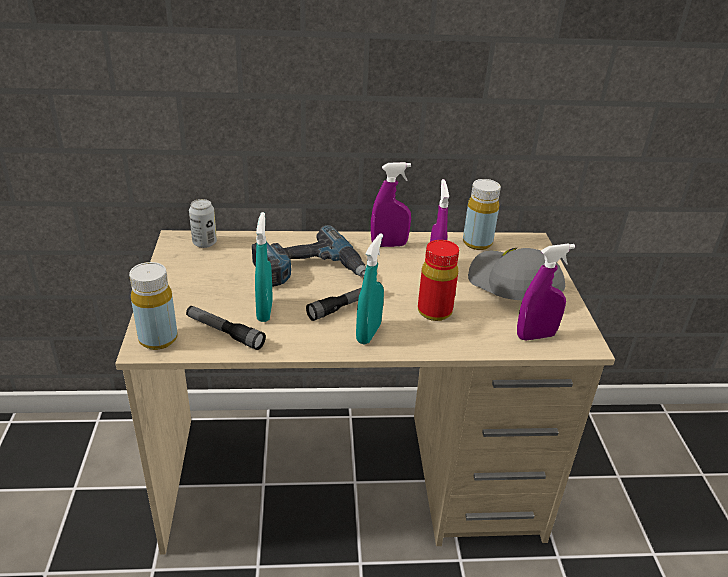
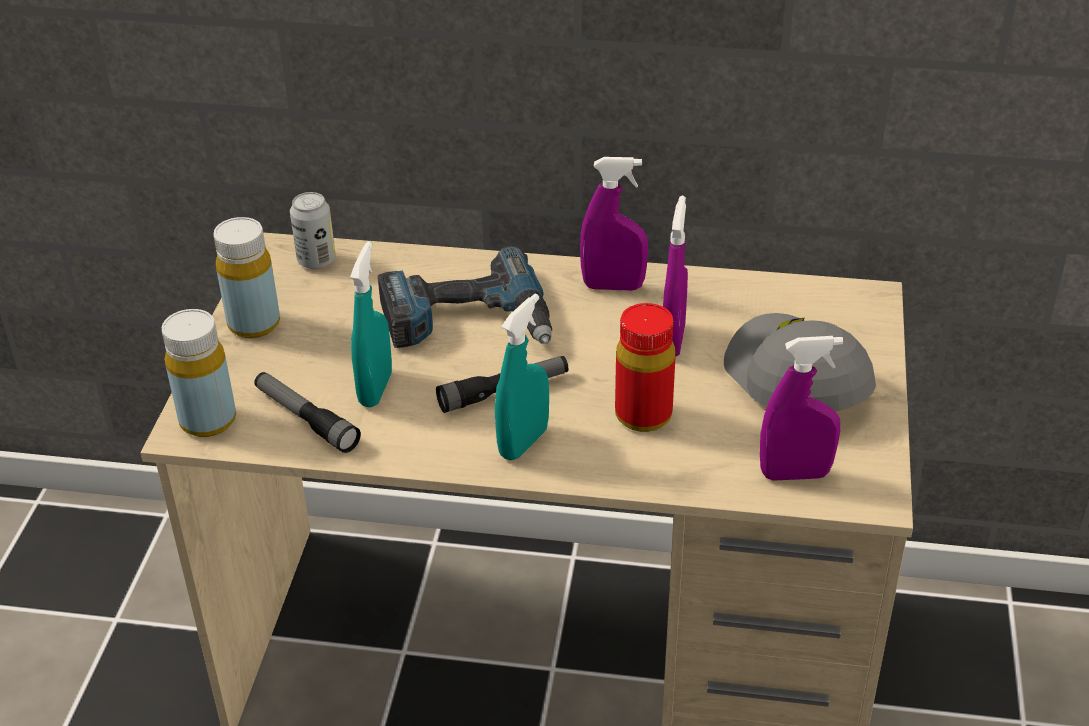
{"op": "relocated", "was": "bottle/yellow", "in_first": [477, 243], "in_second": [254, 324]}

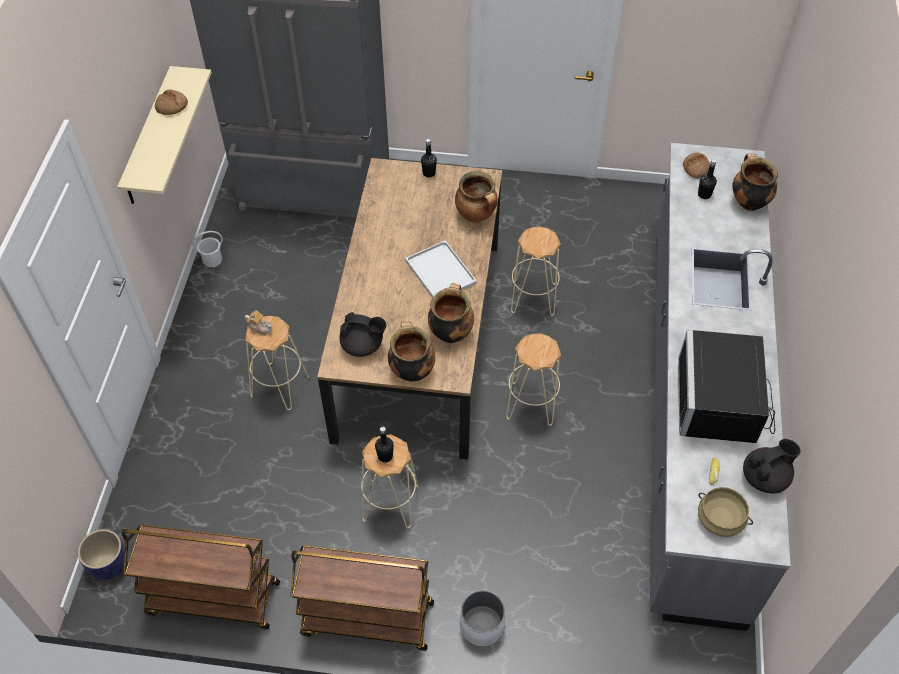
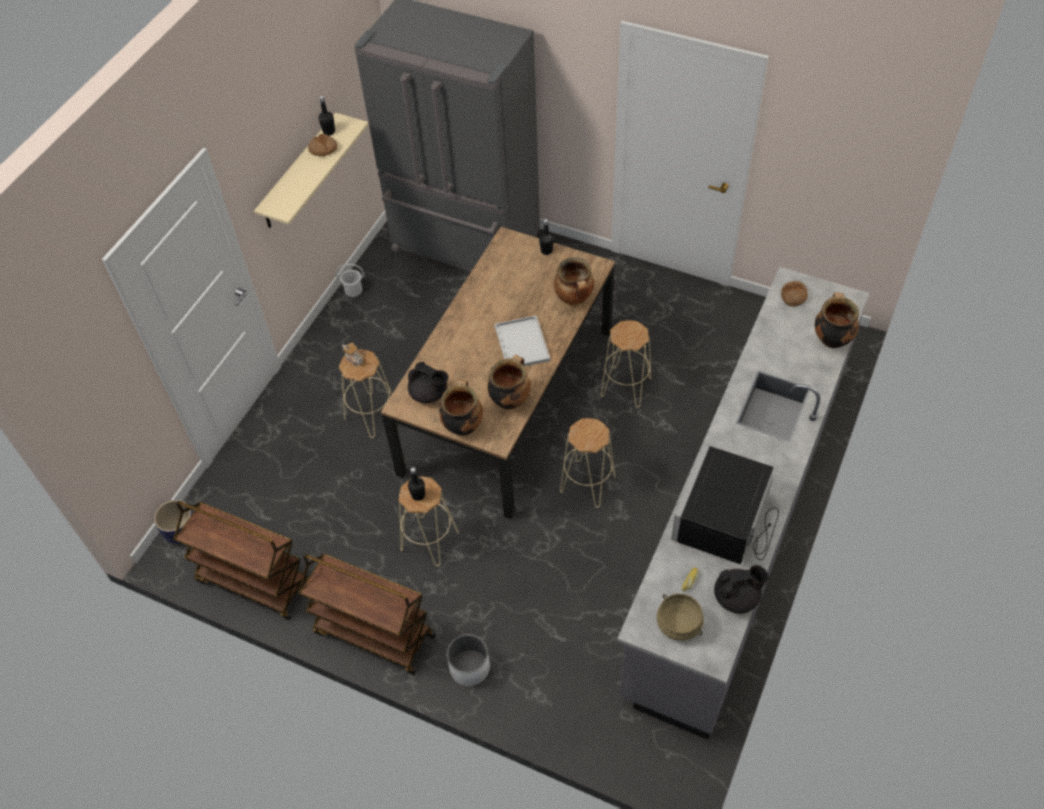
{"op": "relocated", "was": "bottle/black", "in_first": [704, 194], "in_second": [329, 132]}

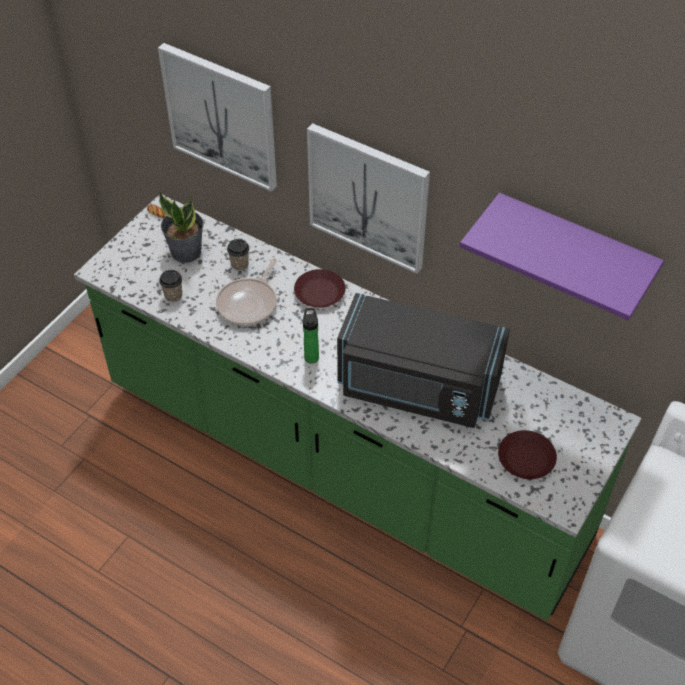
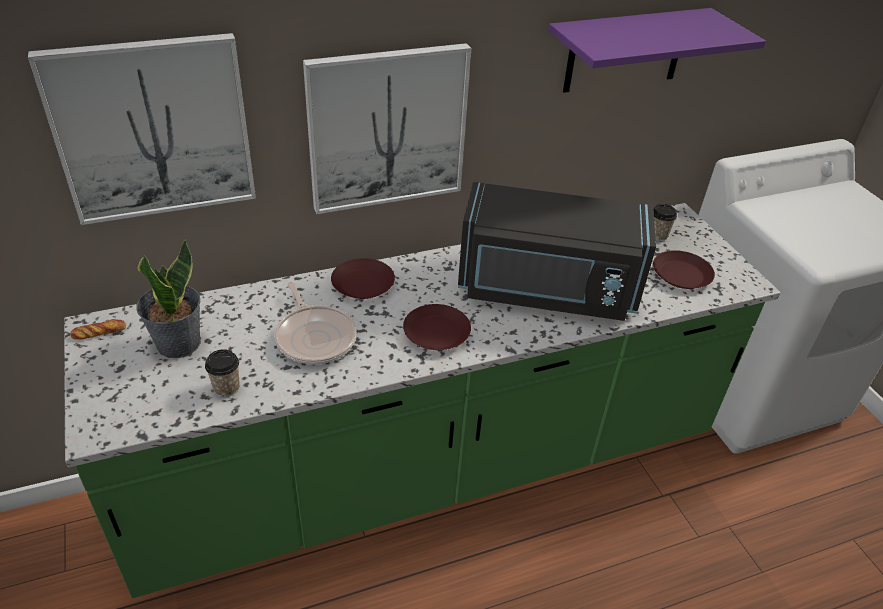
{"op": "relocated", "was": "cup", "in_first": [239, 264], "in_second": [657, 235]}
{"op": "exchanged", "was": "bottle", "now": "plate/brown", "in_first": [311, 356], "in_second": [436, 332]}
{"op": "spun", "was": "microwave/black", "in_first": [417, 388], "in_second": [546, 290], "clockwise": 45}

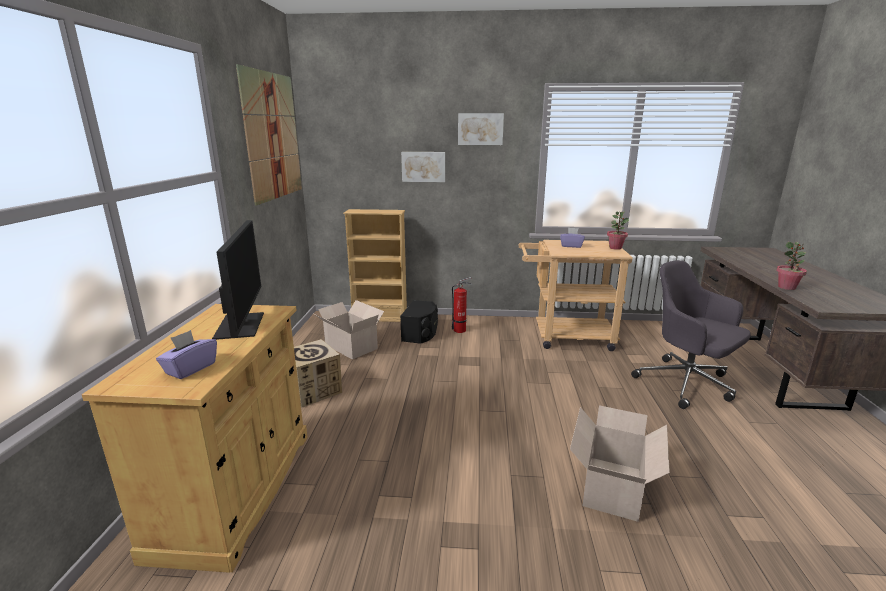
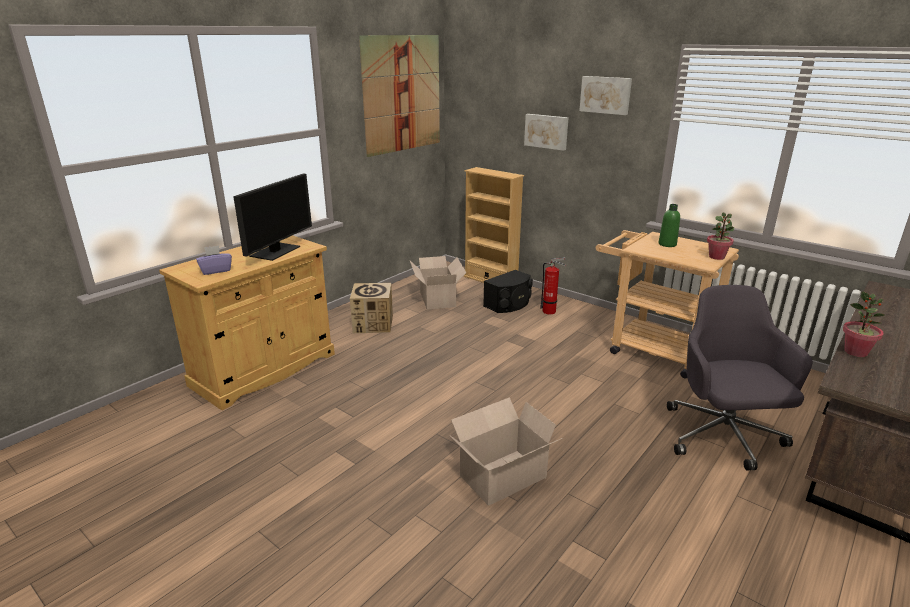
{"op": "exchanged", "was": "tissue box/purple", "now": "bottle/green", "in_first": [571, 246], "in_second": [667, 244]}

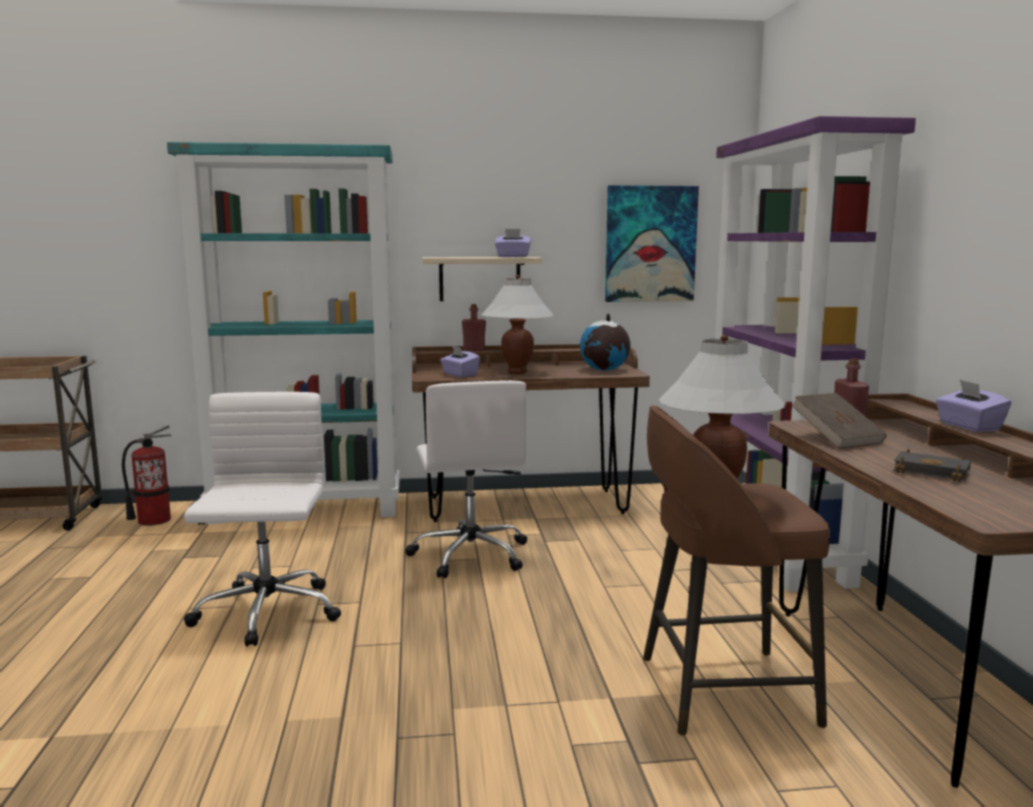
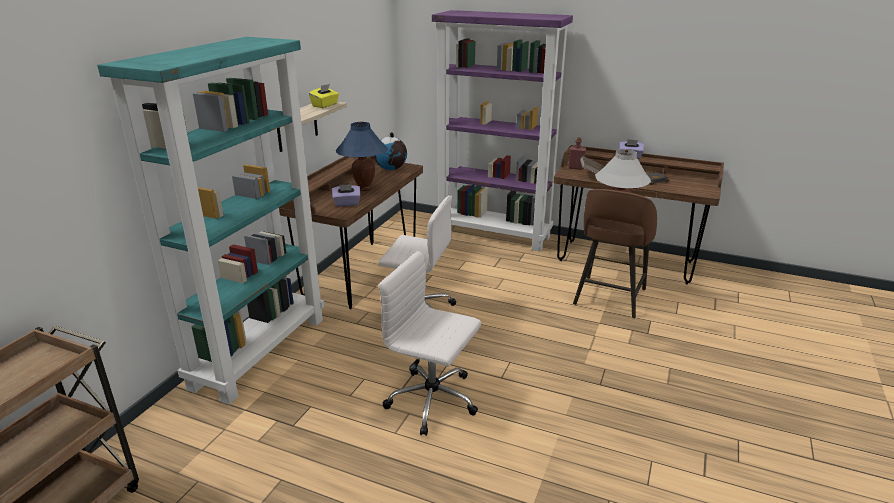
{"op": "missing", "was": "fire extinguisher", "in_first": [154, 520]}
{"op": "missing", "was": "bottle/red", "in_first": [474, 349]}
{"op": "missing", "was": "picture", "in_first": [650, 244]}
{"op": "colour", "was": "table lamp/white", "now": "table lamp/blue", "in_first": [517, 372], "in_second": [364, 188]}
{"op": "colour", "was": "tissue box/purple", "now": "tissue box/yellow", "in_first": [513, 257], "in_second": [325, 105]}

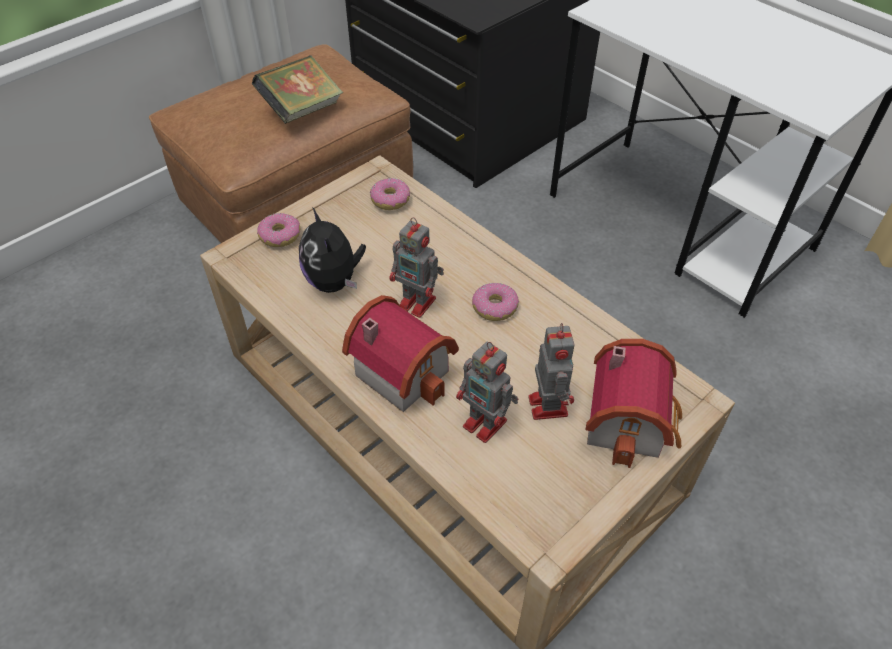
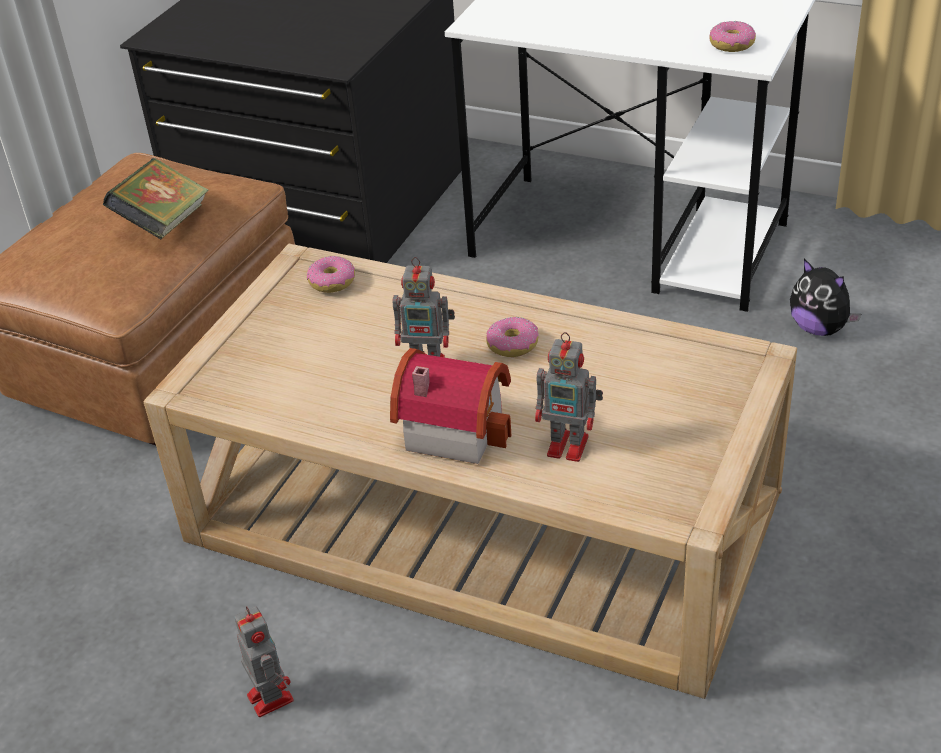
{"op": "missing", "was": "toy house", "in_first": [631, 420]}
{"op": "relocated", "was": "donut", "in_first": [280, 236], "in_second": [732, 45]}
{"op": "relocated", "was": "plush toy", "in_first": [334, 281], "in_second": [819, 328]}
{"op": "relocated", "was": "toy robot", "in_first": [547, 404], "in_second": [269, 696]}

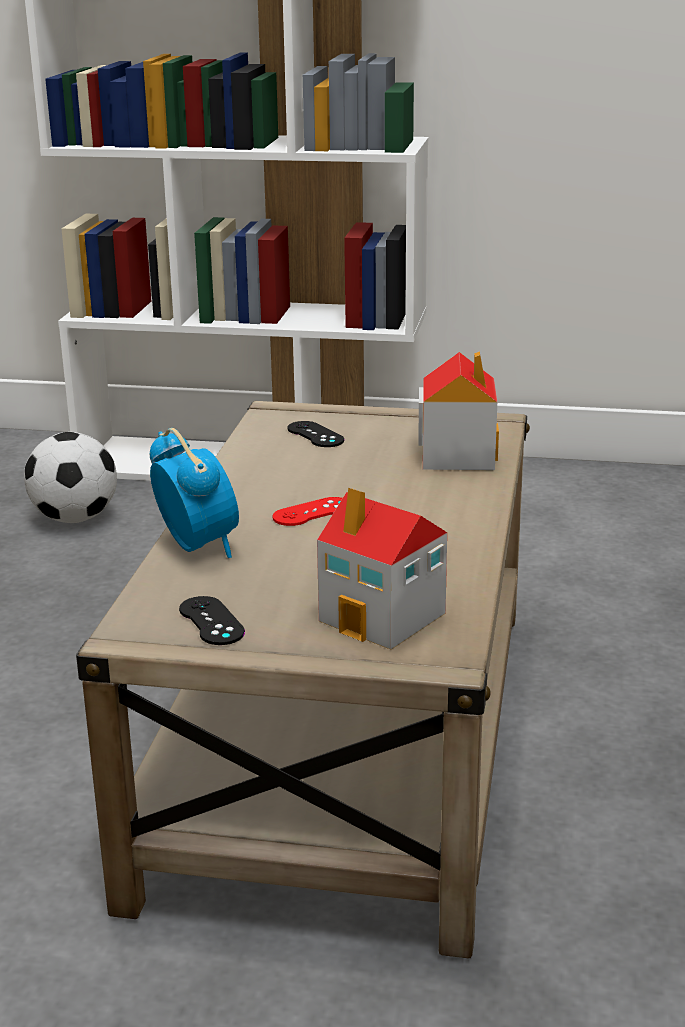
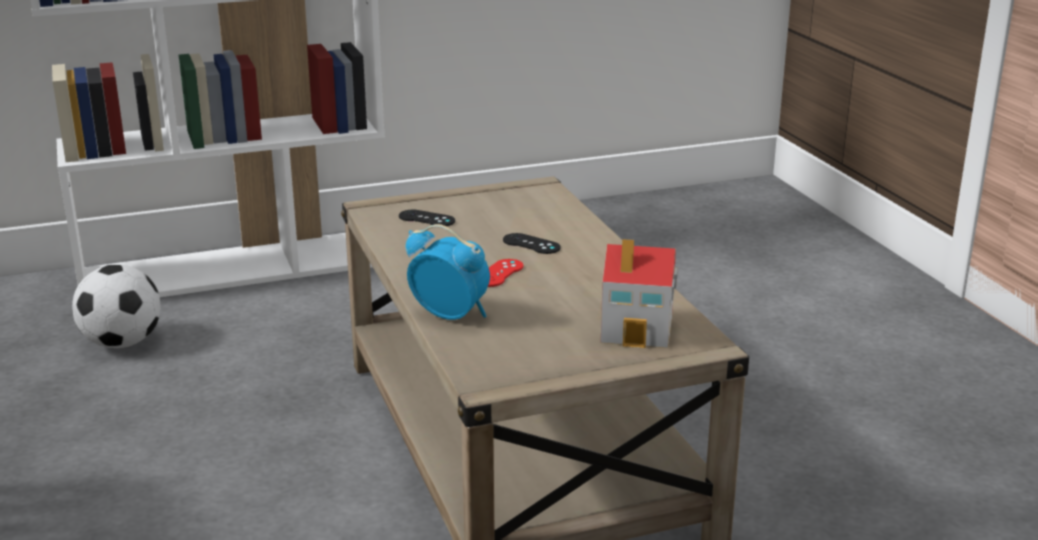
{"op": "missing", "was": "toy house", "in_first": [457, 455]}
{"op": "relocated", "was": "game controller/black", "in_first": [211, 621], "in_second": [531, 244]}

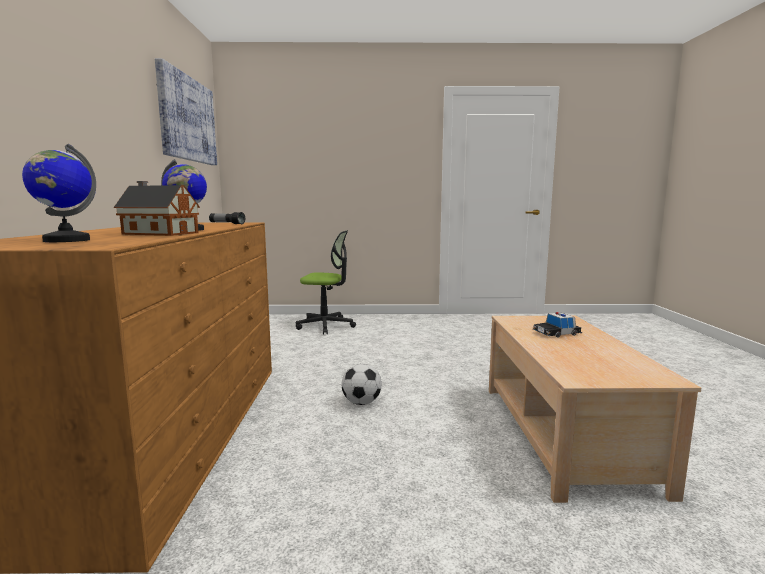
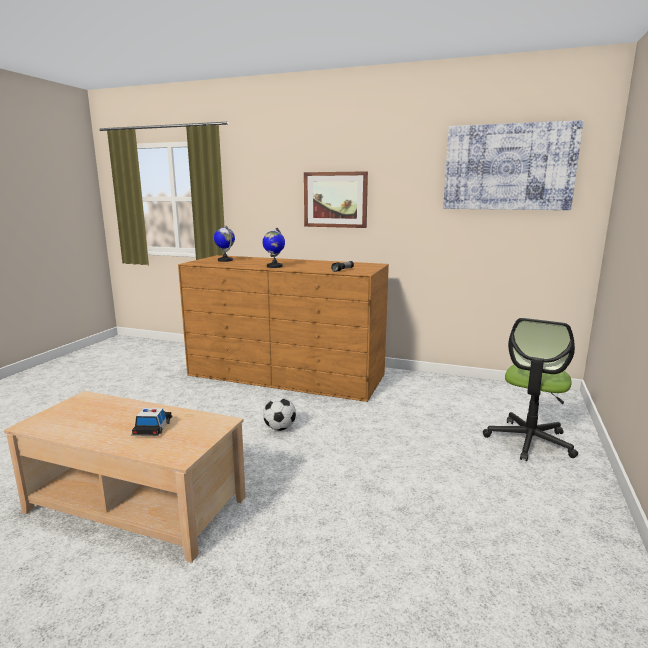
{"op": "missing", "was": "toy house", "in_first": [159, 233]}
{"op": "appeared", "now": "picture", "in_second": [335, 199]}

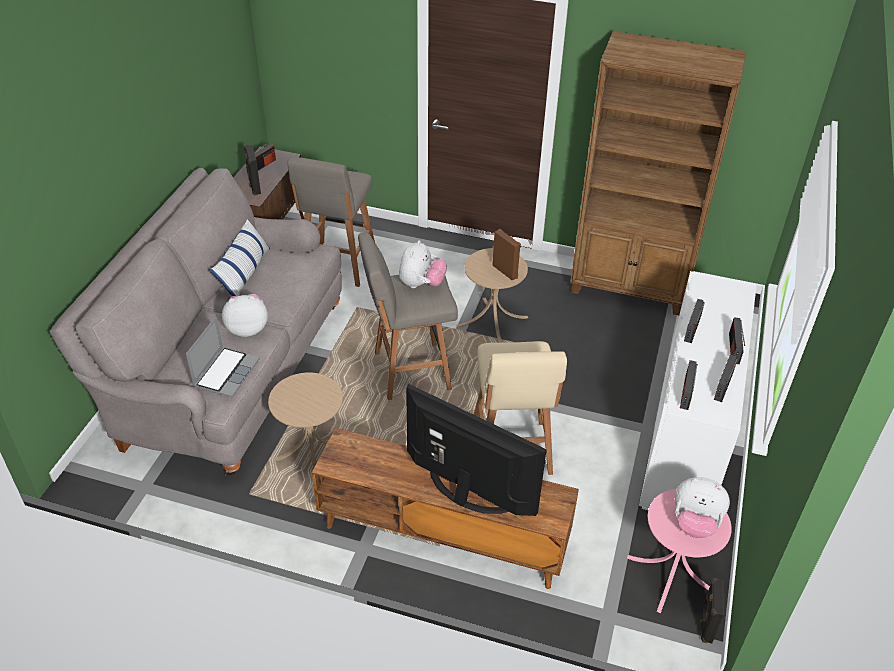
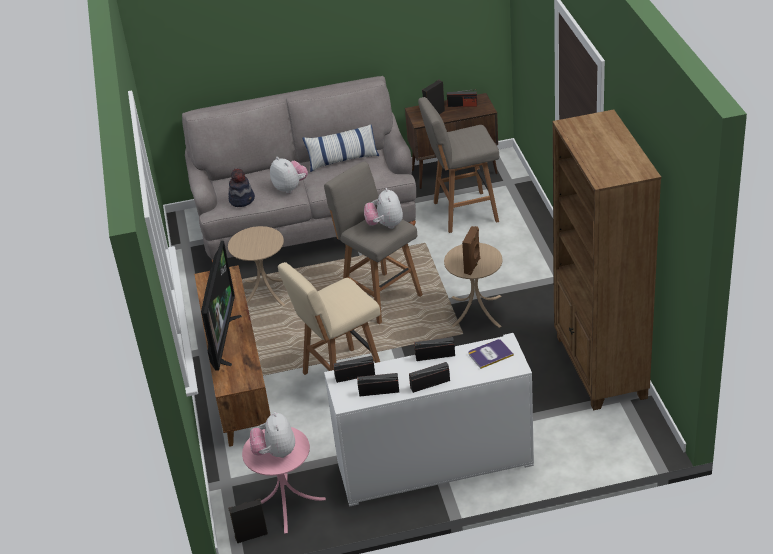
{"op": "appeared", "now": "book", "in_second": [490, 354]}
{"op": "exchanged", "was": "laptop", "now": "hat", "in_first": [226, 372], "in_second": [242, 199]}
{"op": "spun", "was": "plush toy", "in_first": [421, 284], "in_second": [385, 225], "clockwise": 90}

